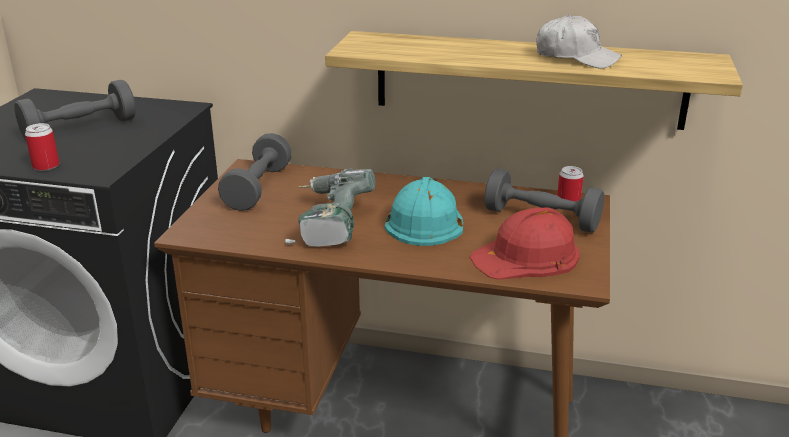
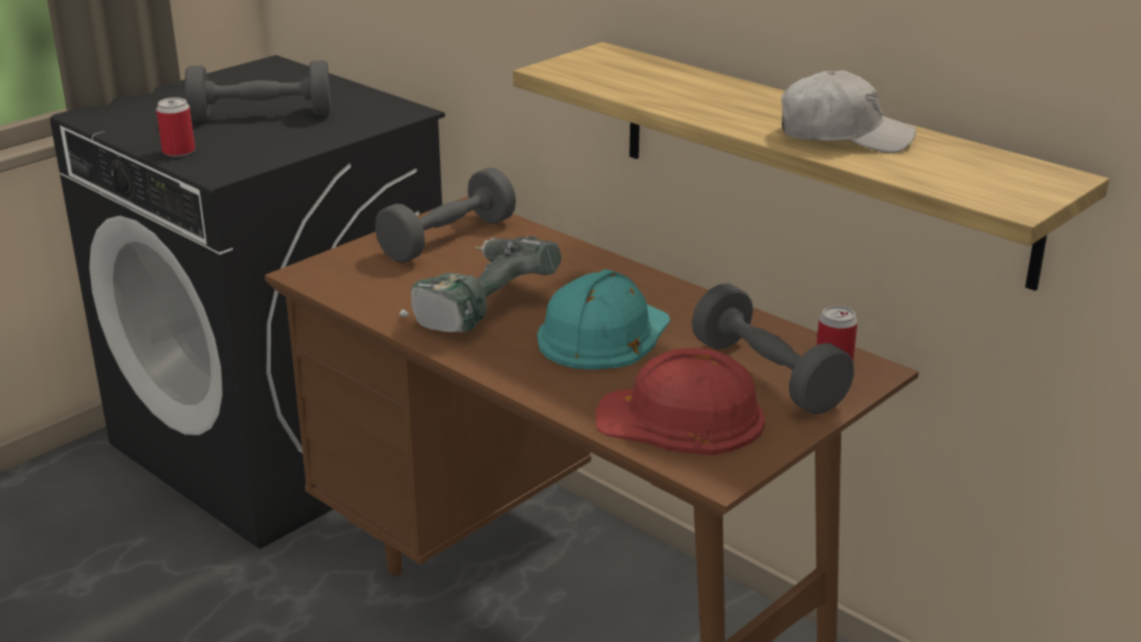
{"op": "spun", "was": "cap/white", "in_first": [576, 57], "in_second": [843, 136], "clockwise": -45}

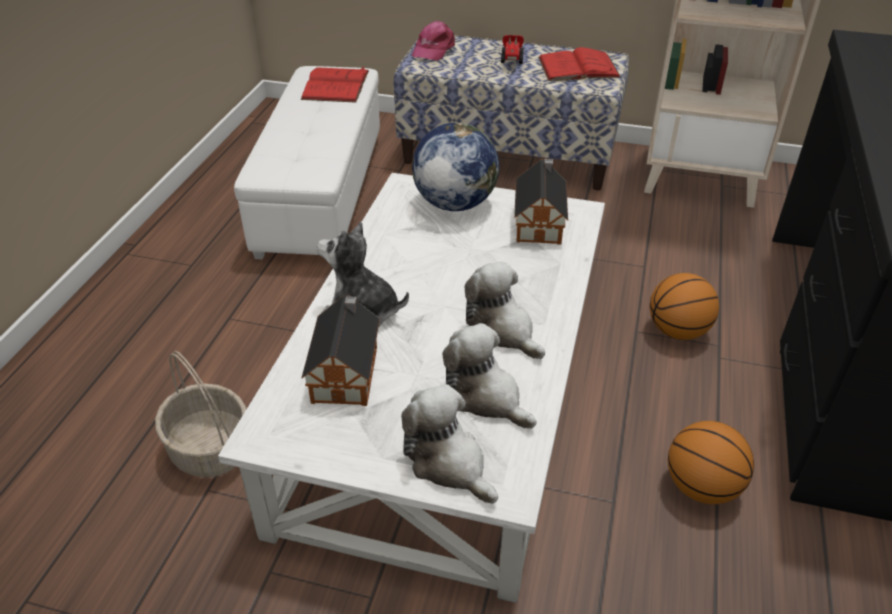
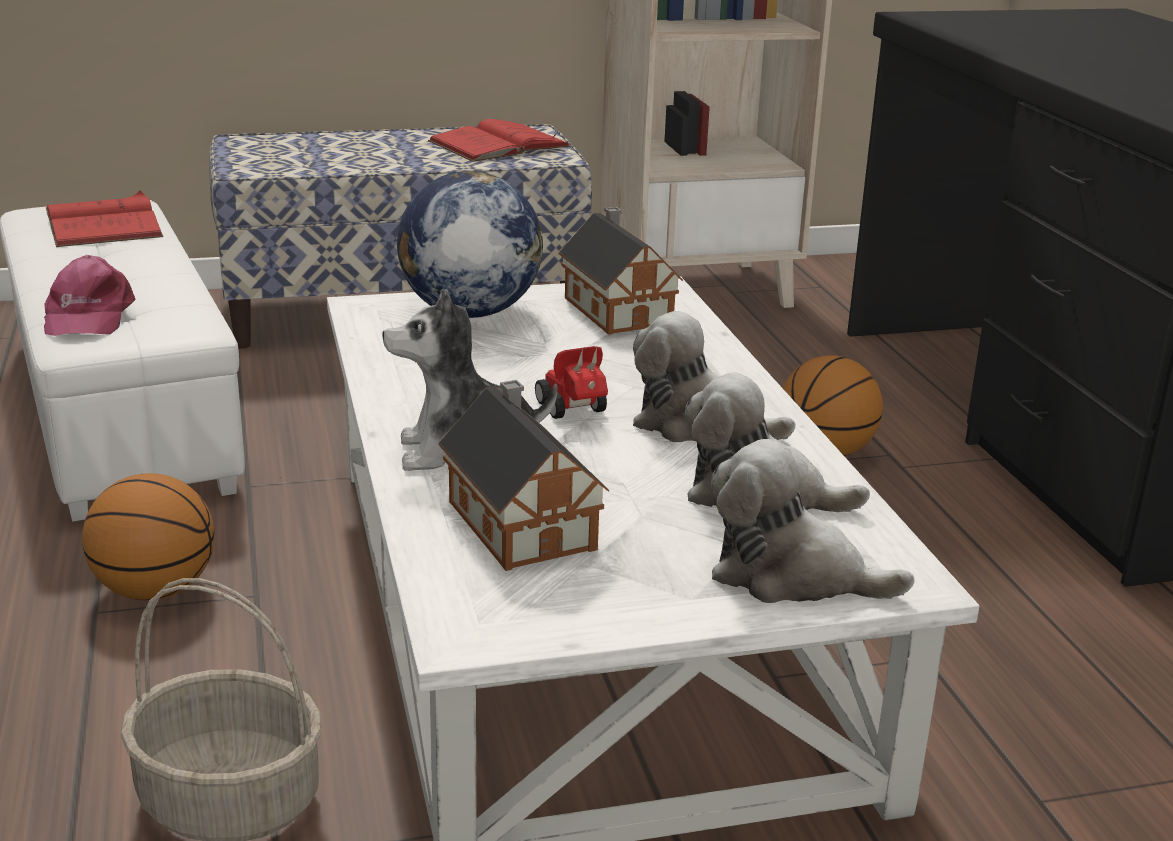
{"op": "relocated", "was": "cap/pink", "in_first": [433, 49], "in_second": [87, 316]}
{"op": "relocated", "was": "toy car", "in_first": [511, 62], "in_second": [575, 412]}
{"op": "relocated", "was": "basketball", "in_first": [701, 486], "in_second": [155, 590]}

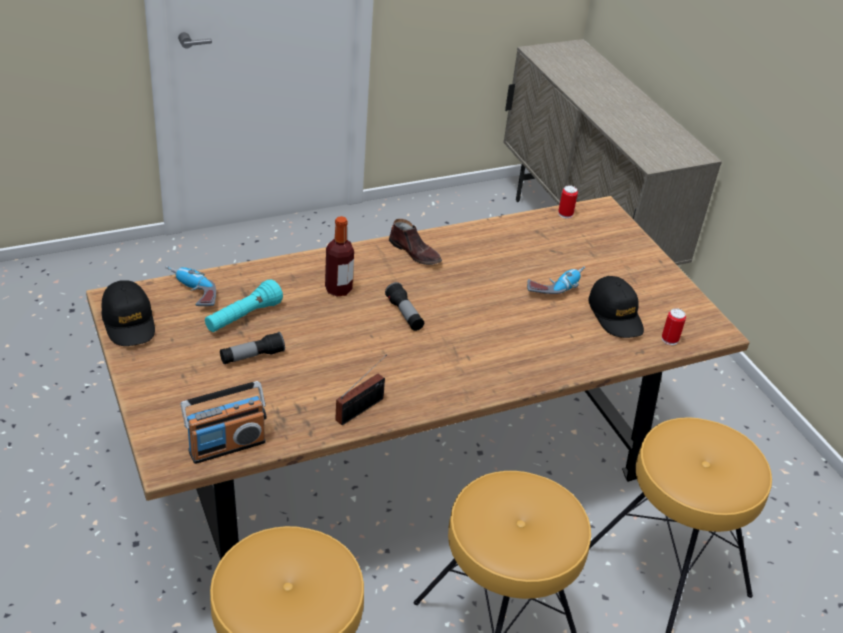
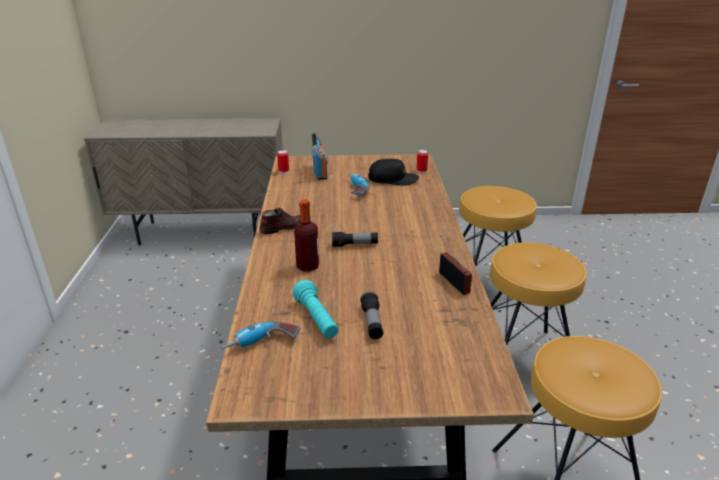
{"op": "missing", "was": "cap/black", "in_first": [129, 322]}
{"op": "relocated", "was": "radio", "in_first": [226, 446], "in_second": [320, 172]}

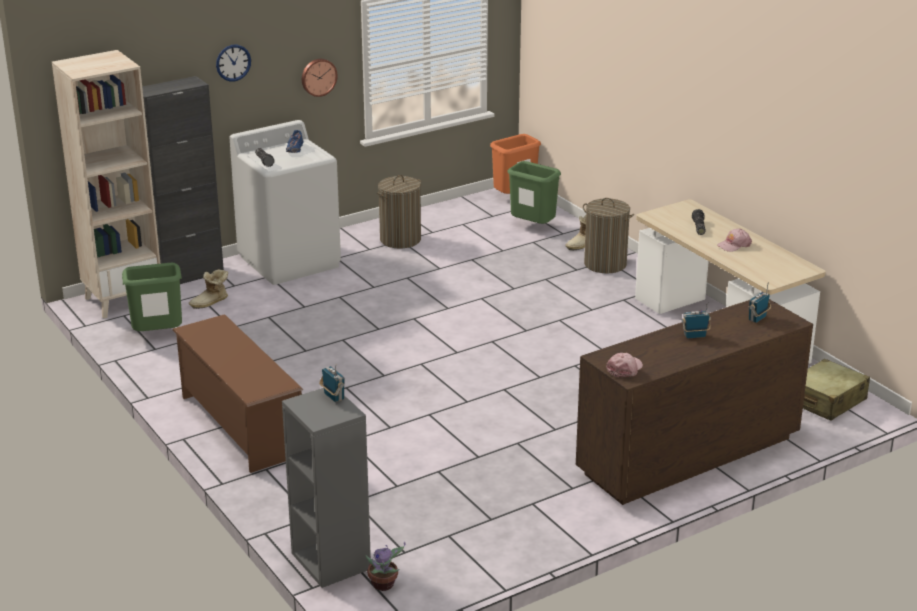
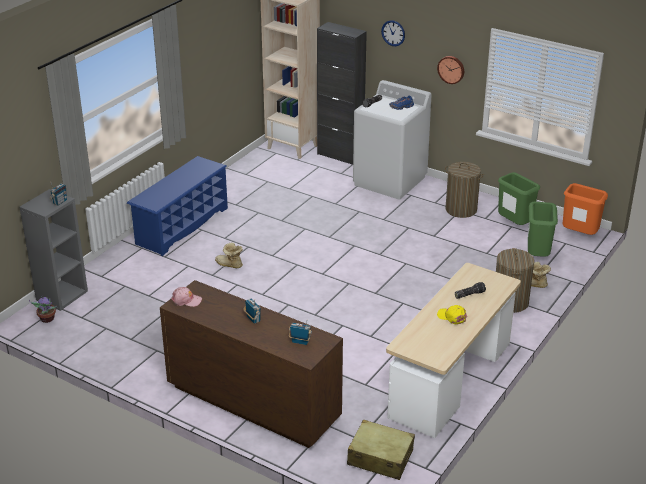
{"op": "relocated", "was": "trash can/green", "in_first": [157, 336], "in_second": [513, 225]}
{"op": "relocated", "was": "boot", "in_first": [211, 303], "in_second": [229, 265]}
{"op": "colour", "was": "shoe rack/brown", "now": "shoe rack/blue", "in_first": [240, 425], "in_second": [182, 226]}
{"op": "colour", "was": "cap/pink", "now": "cap/yellow", "in_first": [734, 245], "in_second": [452, 317]}

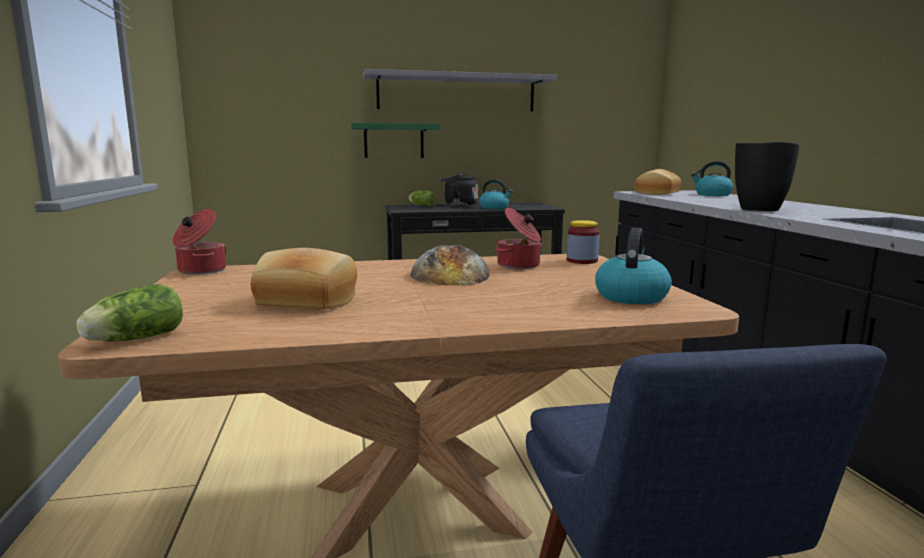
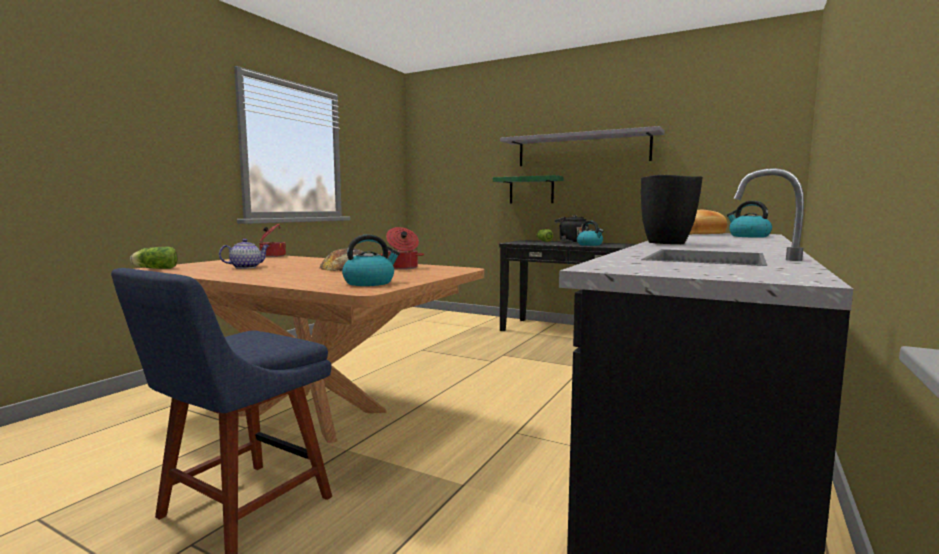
{"op": "missing", "was": "jar", "in_first": [582, 261]}
{"op": "exchanged", "was": "bread", "now": "teapot", "in_first": [306, 301], "in_second": [246, 267]}

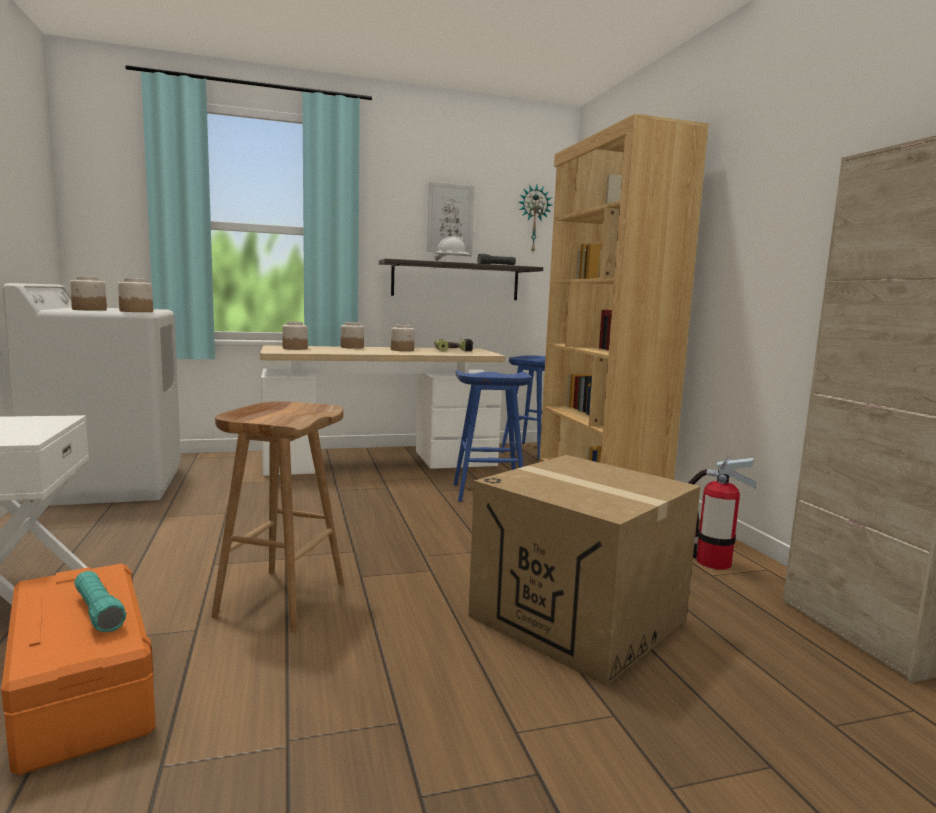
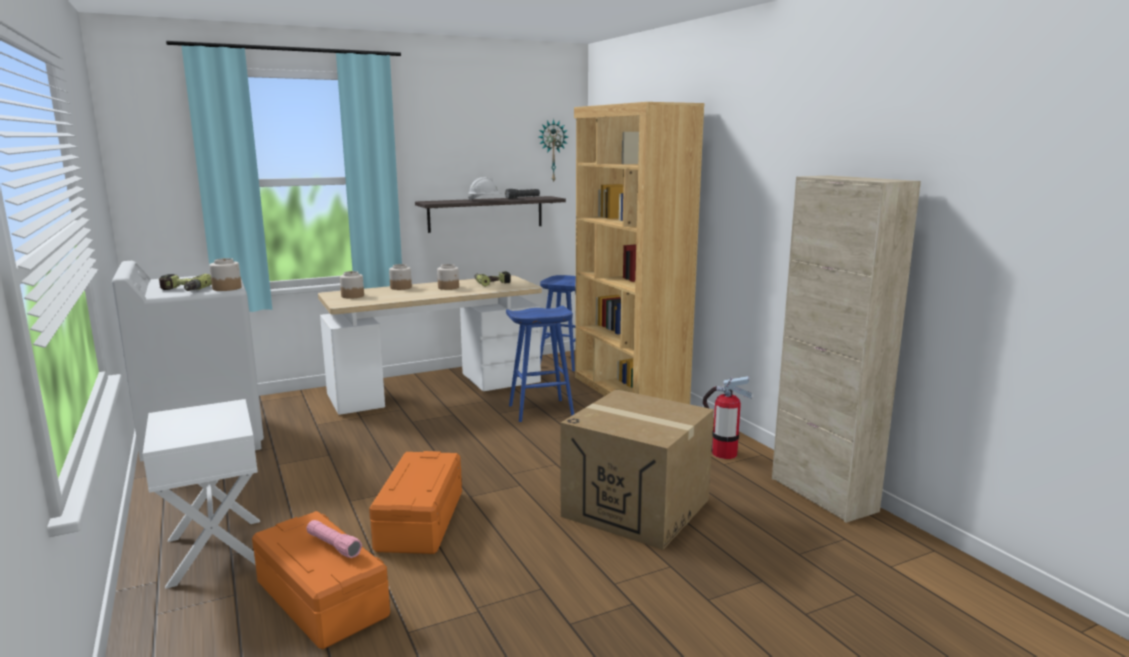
{"op": "missing", "was": "picture", "in_first": [450, 218]}
{"op": "exchanged", "was": "jar", "now": "power drill", "in_first": [89, 310], "in_second": [182, 290]}
{"op": "exchanged", "was": "stool/brown", "now": "storage box/orange", "in_first": [281, 598], "in_second": [419, 520]}
{"op": "colour", "was": "flashlight/turquoise", "now": "flashlight/pink", "in_first": [98, 611], "in_second": [333, 546]}

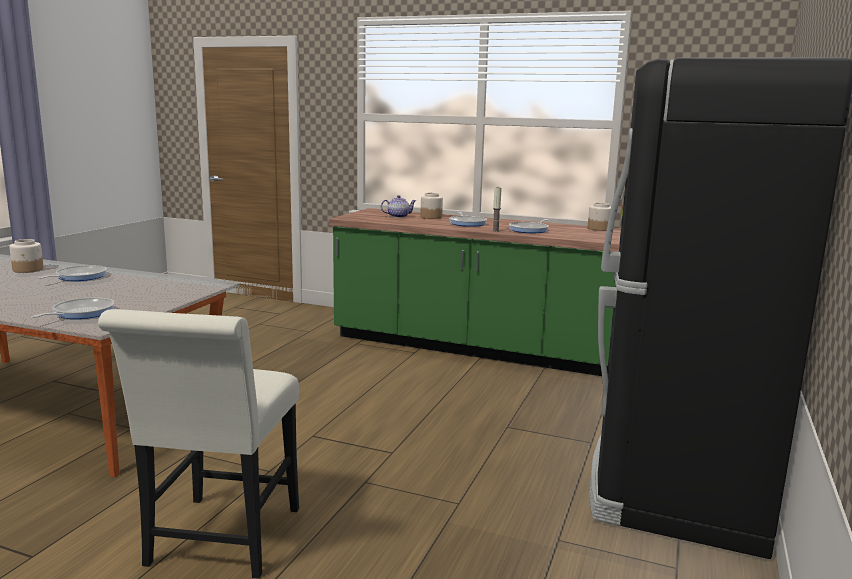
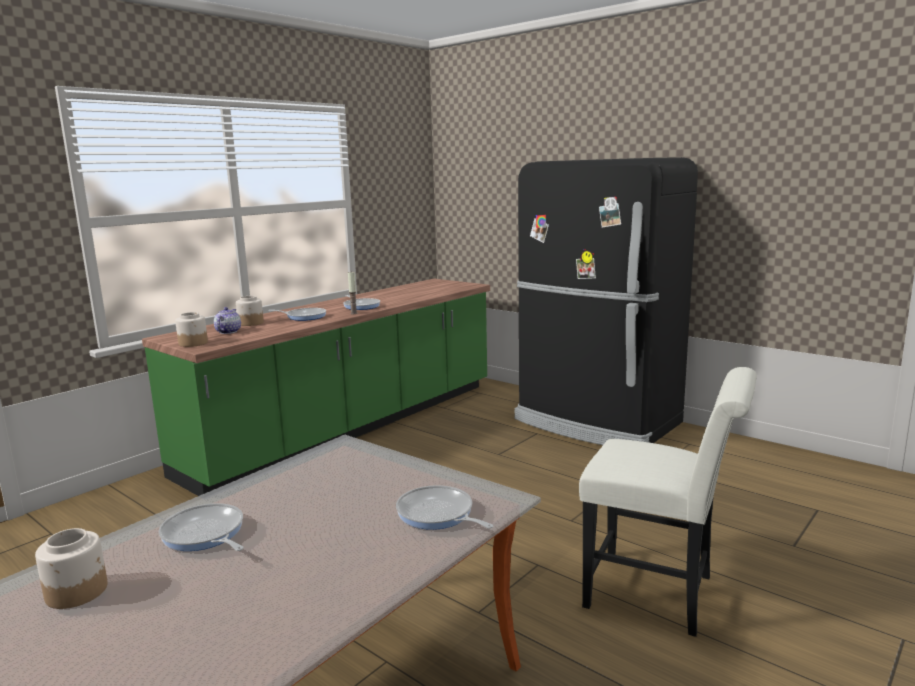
{"op": "relocated", "was": "jar", "in_first": [599, 229], "in_second": [193, 343]}

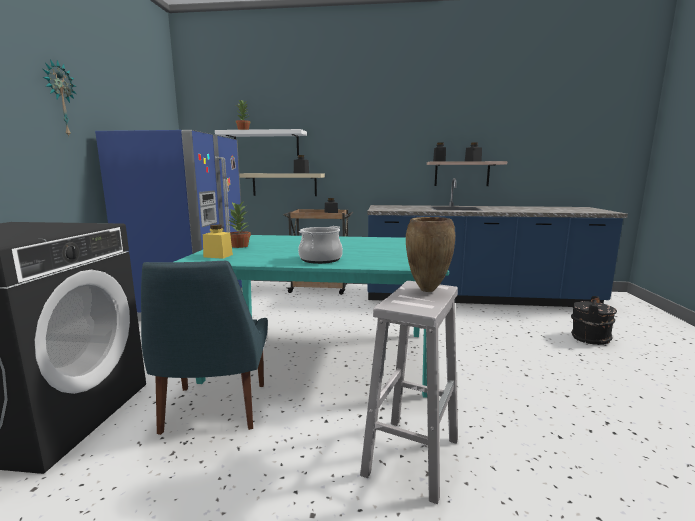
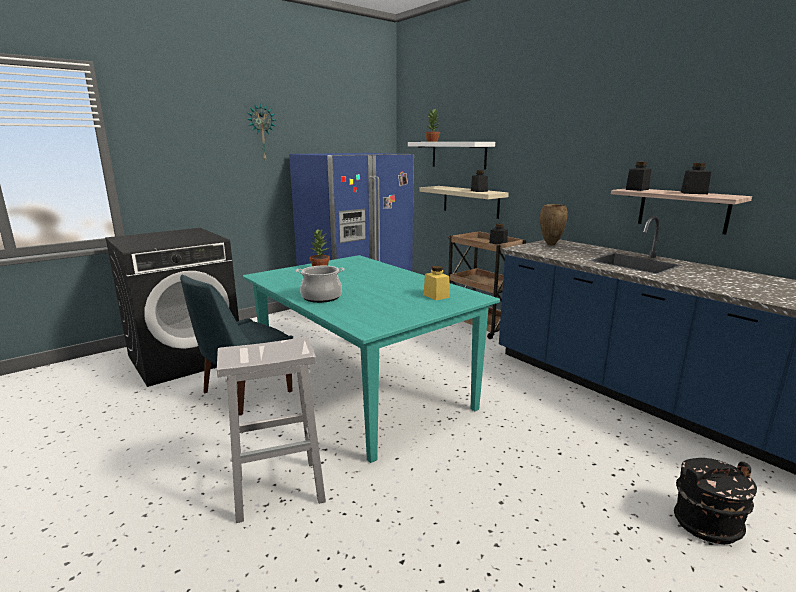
{"op": "relocated", "was": "jar/yellow", "in_first": [218, 256], "in_second": [436, 296]}
{"op": "relocated", "was": "vase/brown", "in_first": [426, 290], "in_second": [550, 245]}

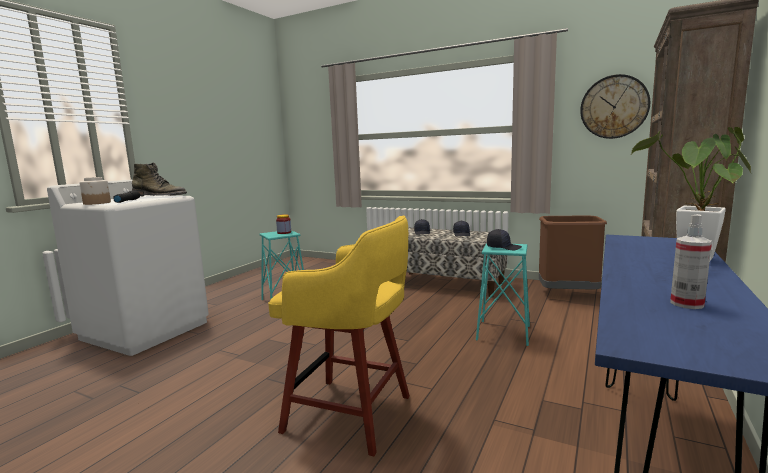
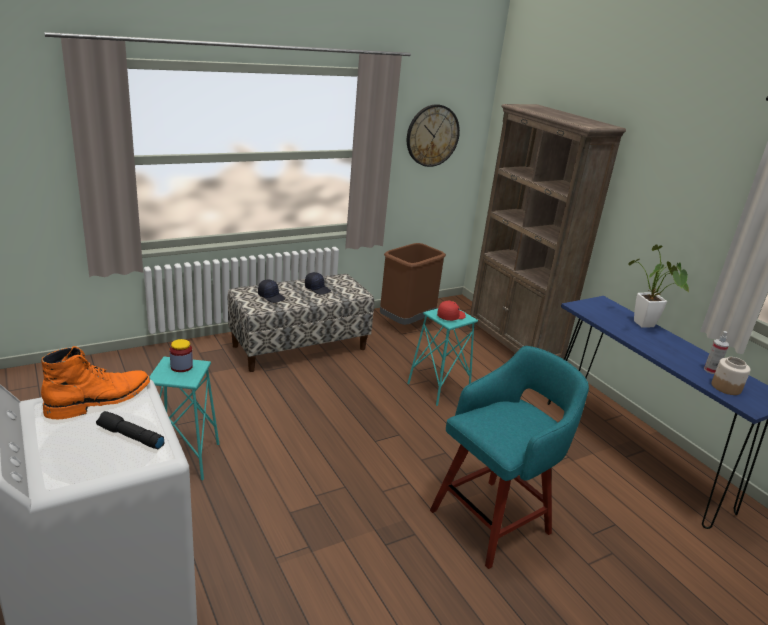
{"op": "relocated", "was": "jar", "in_first": [97, 203], "in_second": [725, 387]}
{"op": "colour", "was": "boot/green", "now": "boot/orange", "in_first": [159, 196], "in_second": [100, 400]}
{"op": "colour", "was": "stool/yellow", "now": "stool/turquoise", "in_first": [352, 415], "in_second": [493, 520]}
{"op": "colour", "was": "cap/black", "now": "cap/red", "in_first": [503, 247], "in_second": [450, 316]}

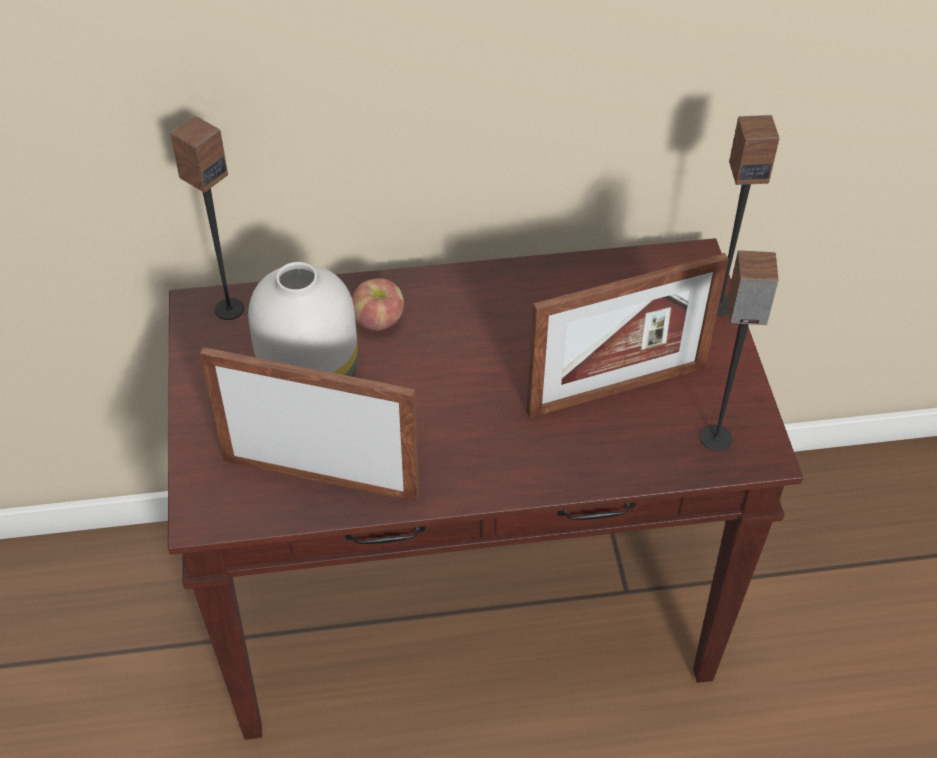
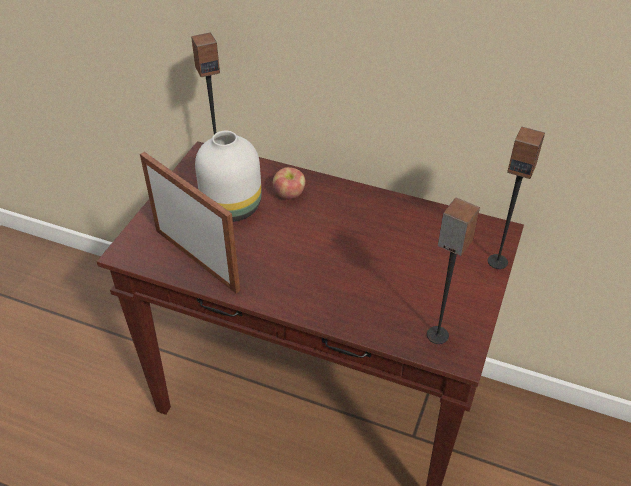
{"op": "missing", "was": "picture frame", "in_first": [617, 389]}

